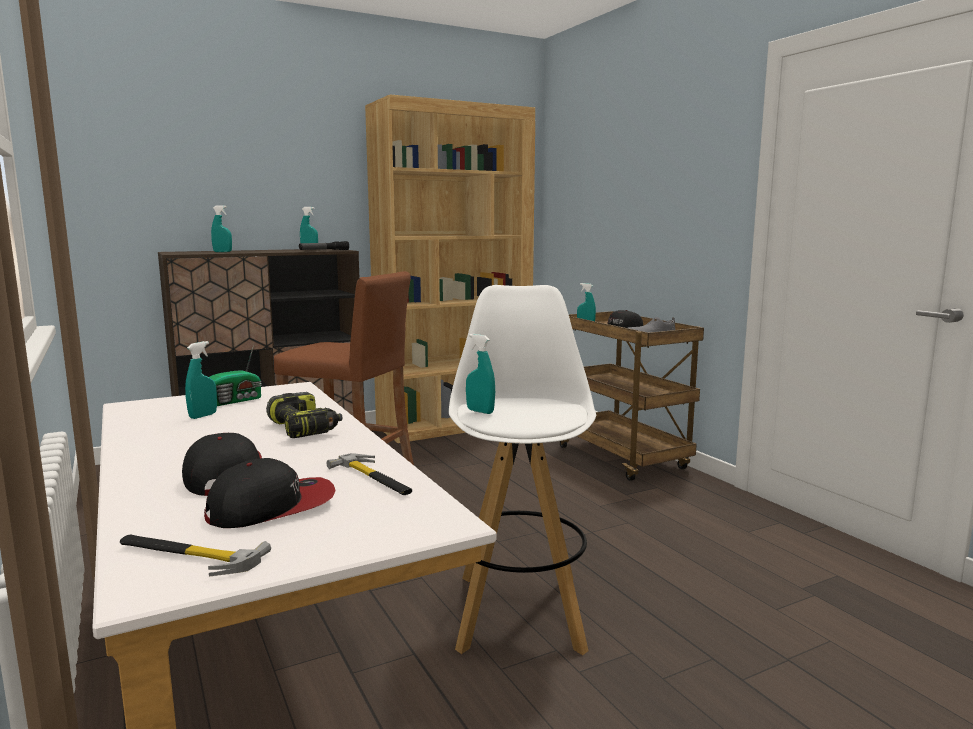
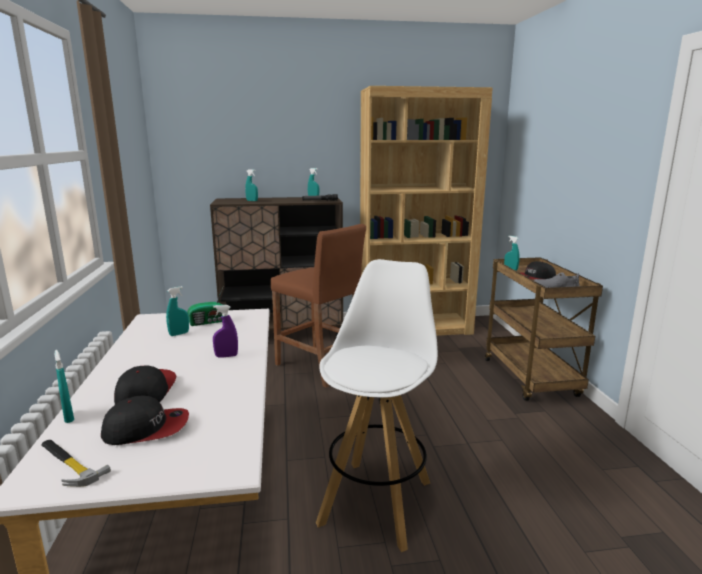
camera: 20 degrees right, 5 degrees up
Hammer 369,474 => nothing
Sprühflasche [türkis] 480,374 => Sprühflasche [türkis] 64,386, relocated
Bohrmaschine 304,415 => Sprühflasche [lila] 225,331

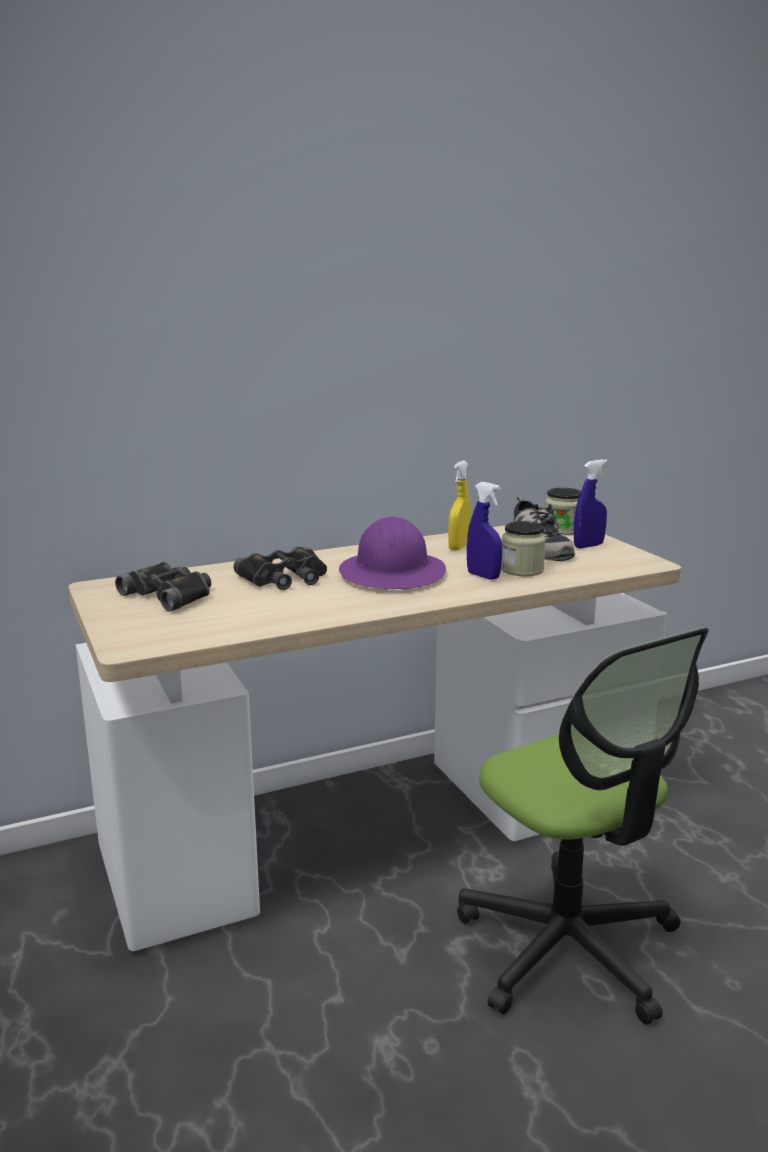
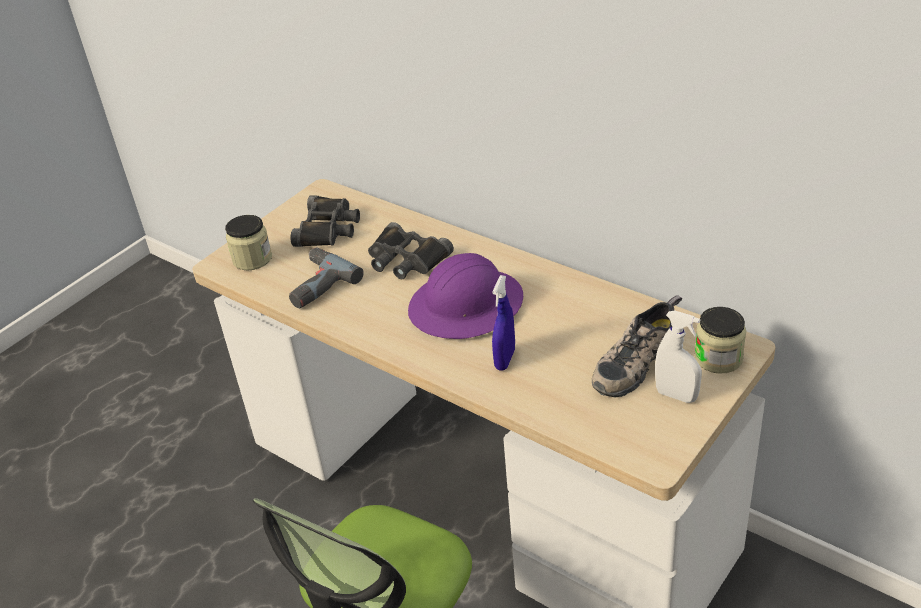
camera: 65 degrees right, 20 degrees up
Sprühflasche [gelb] 459,506 => nothing
nothing => Bohrmaschine 326,278
Vorratsglas 523,548 => Vorratsglas 248,243, relocated
Sprühflasche [blau] 590,504 => Sprühflasche [weiß] 678,356

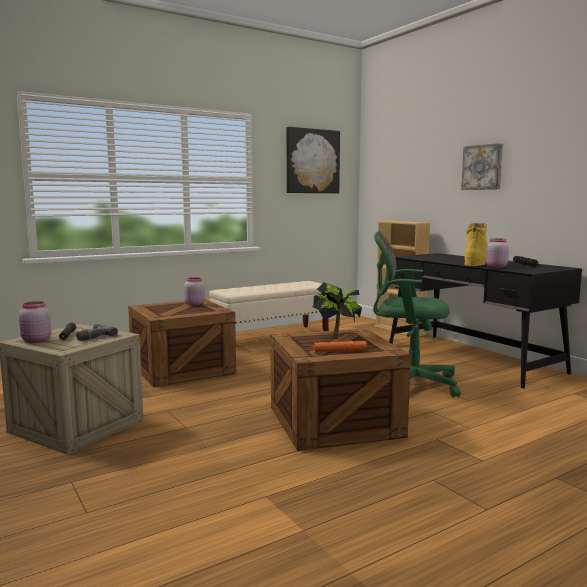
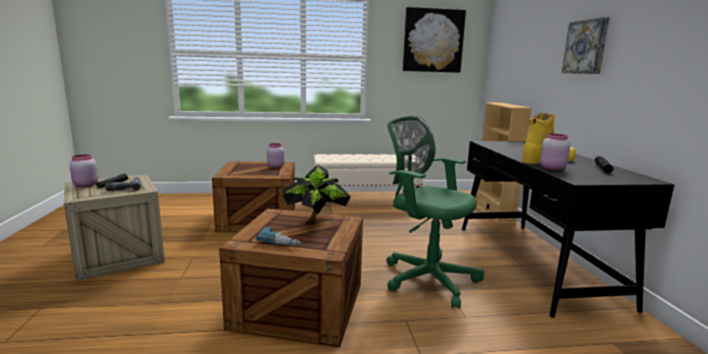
camera: 25 degrees right, 5 degrees up
Taschenlampe [orange] 339,346 => Bohrmaschine 279,236

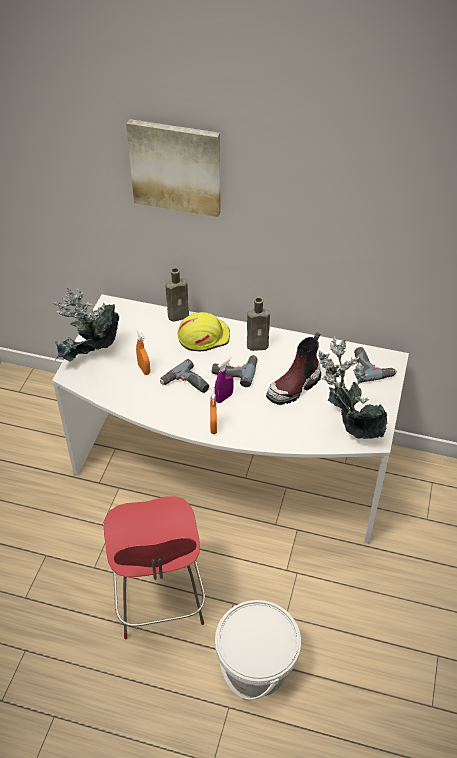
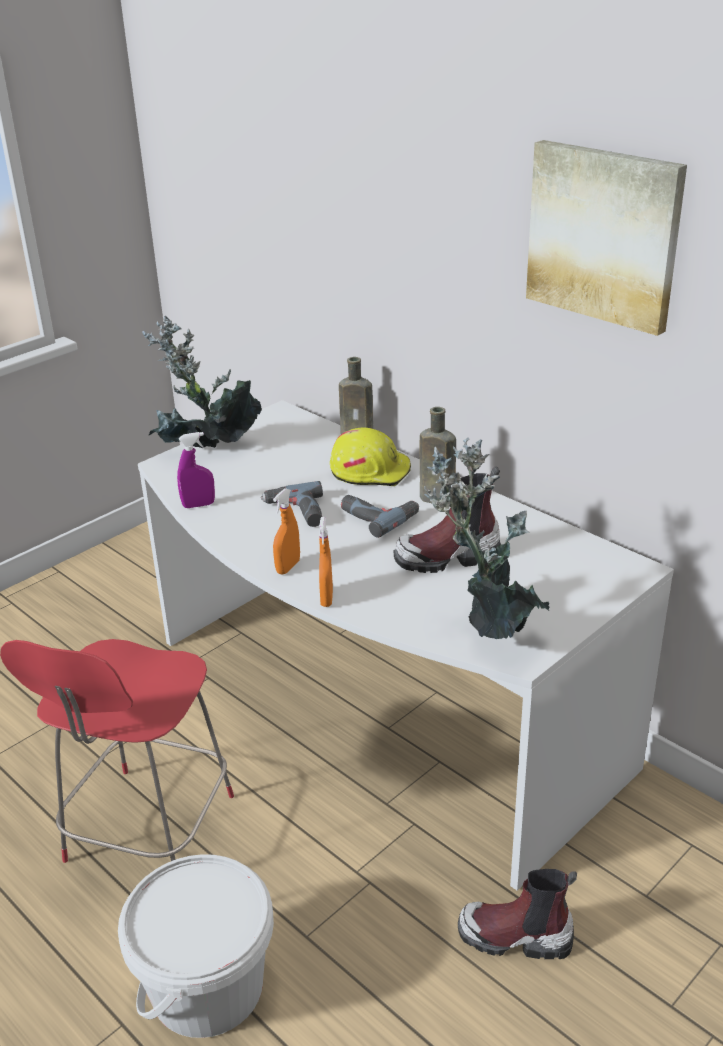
camera: 30 degrees right, 15 degrees down
Bohrmaschine 375,365 => nothing
nothing => Stiefel 517,914
Bild 173,168 => Bild 606,238, relocated
Sprühflasche [orange] 143,352 => Sprühflasche [orange] 326,562, relocated
Sprühflasche [lila] 224,380 => Sprühflasche [lila] 196,470, relocated

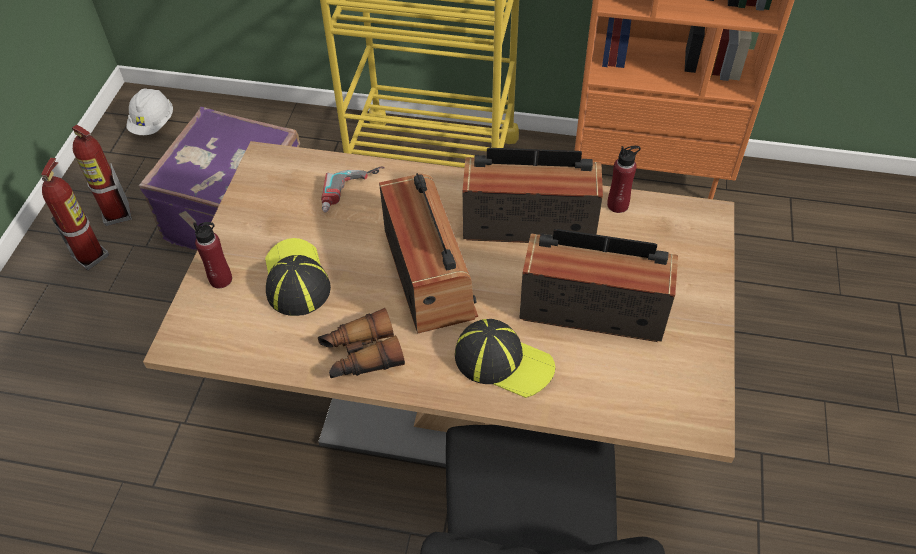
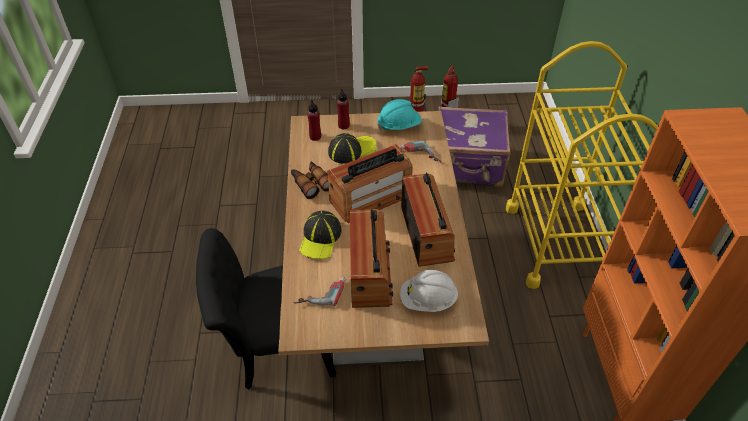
camera: 75 degrees right, 5 degrees down
nothing => Bohrmaschine 319,291
nothing => Schutzhelm [türkis] 399,114
Schutzhelm [weiß] 149,111 => Schutzhelm [weiß] 429,291, relocated
Flasche [rot] 624,179 => Flasche [rot] 314,120, relocated

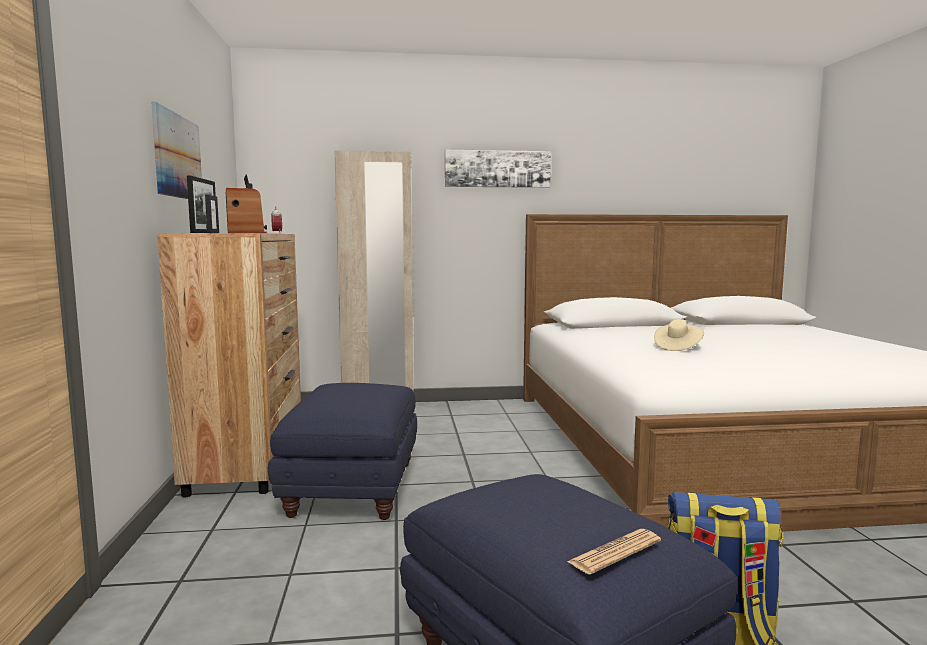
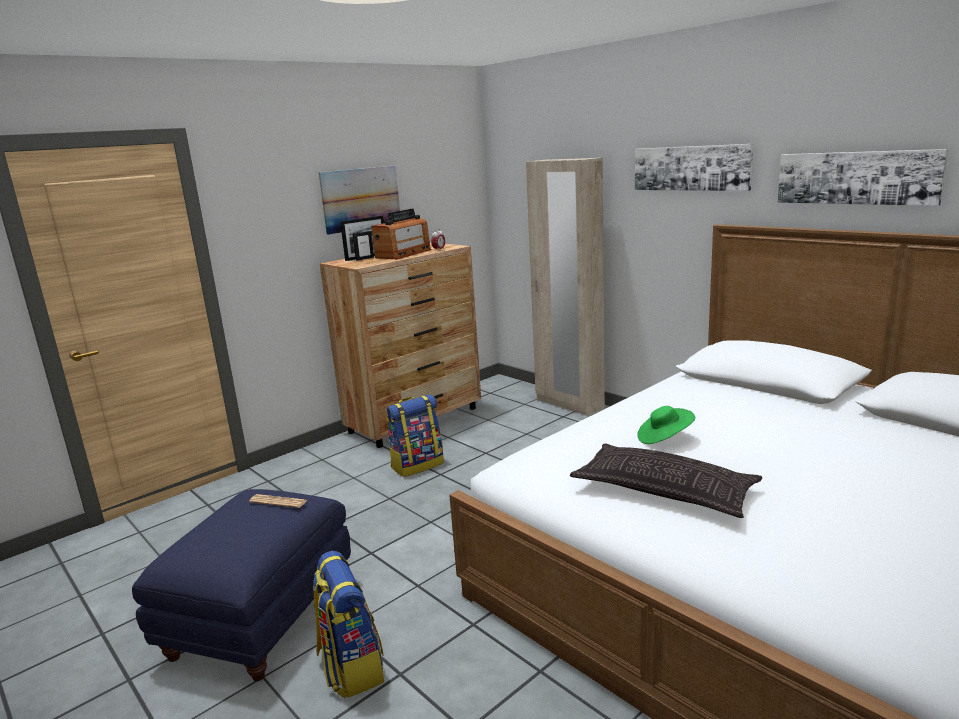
camera: 55 degrees right, 10 degrees up
nothing => Kissen 666,480
nothing => Bild 862,177
Zeitung 614,552 => Zeitung 278,501, relocated
Polsterhocker [blau] 342,451 => Rucksack 415,436
Hut [beige] 679,335 => Hut [grün] 666,425

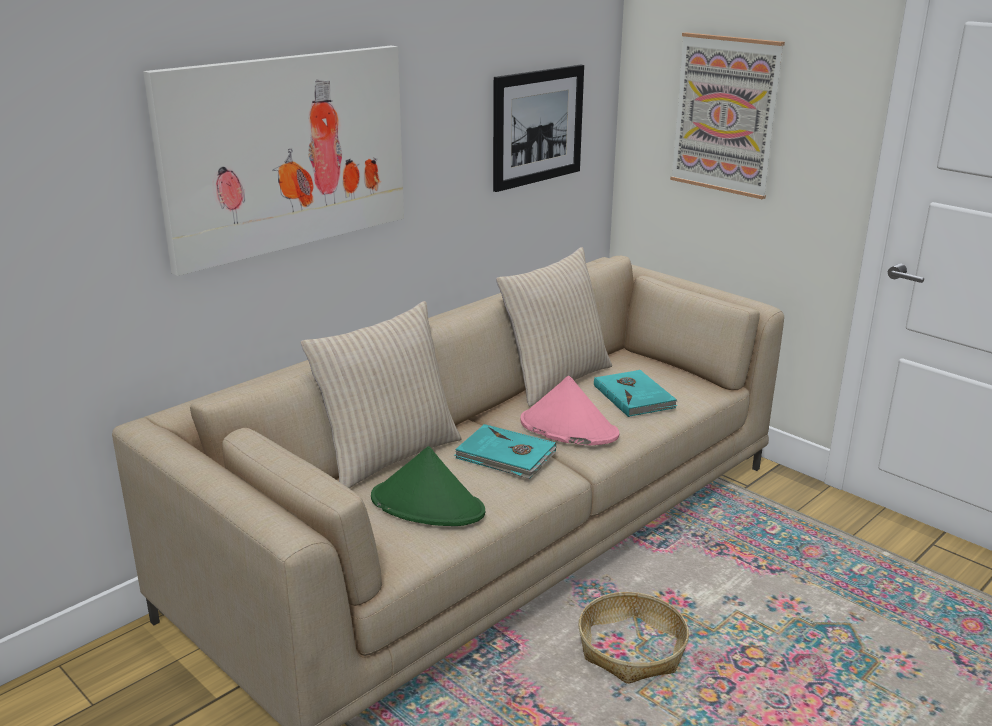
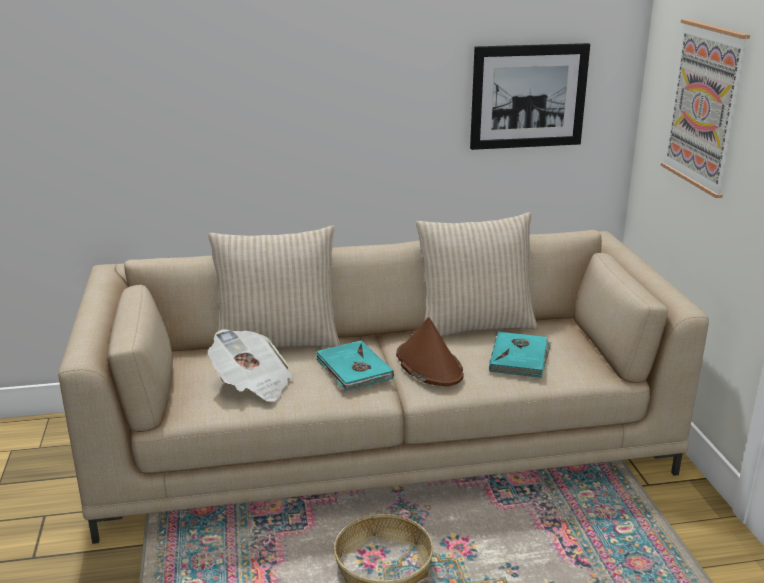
camera: 35 degrees right, 0 degrees up
Bild 273,161 => nothing
Hut [grün] 428,486 => Zeitung 251,365
Hut [rosa] 570,410 => Hut [braun] 430,351

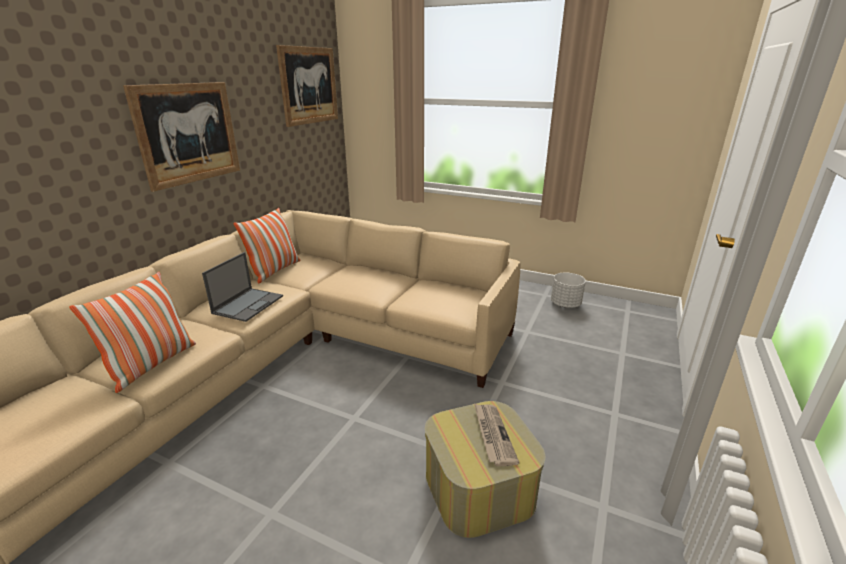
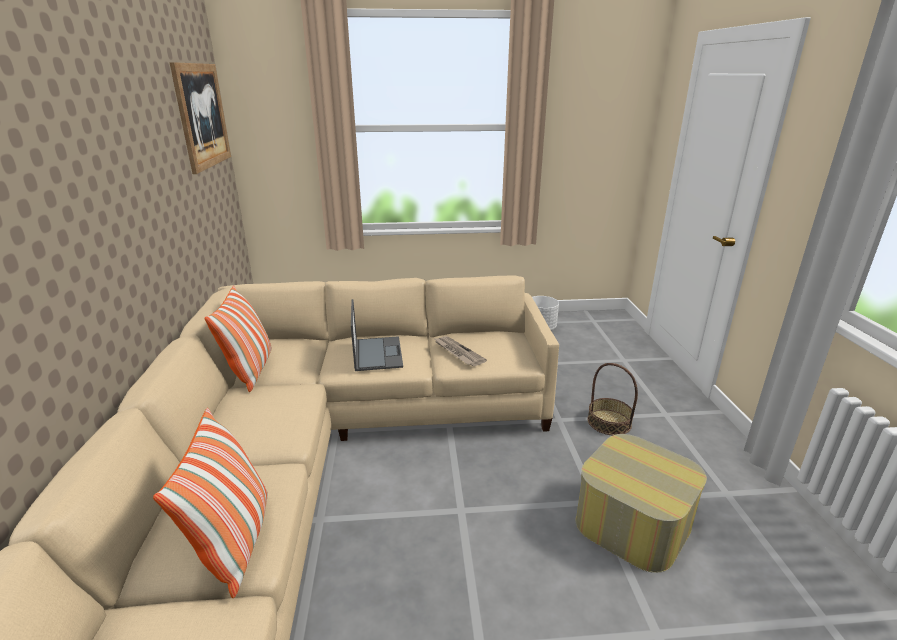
camera: 30 degrees left, 0 degrees up
Bild 181,137 => nothing
nothing => Korb 612,399
Laptop 242,287 => Laptop 377,335, relocated
Zeitung 497,435 => Zeitung 461,351, relocated

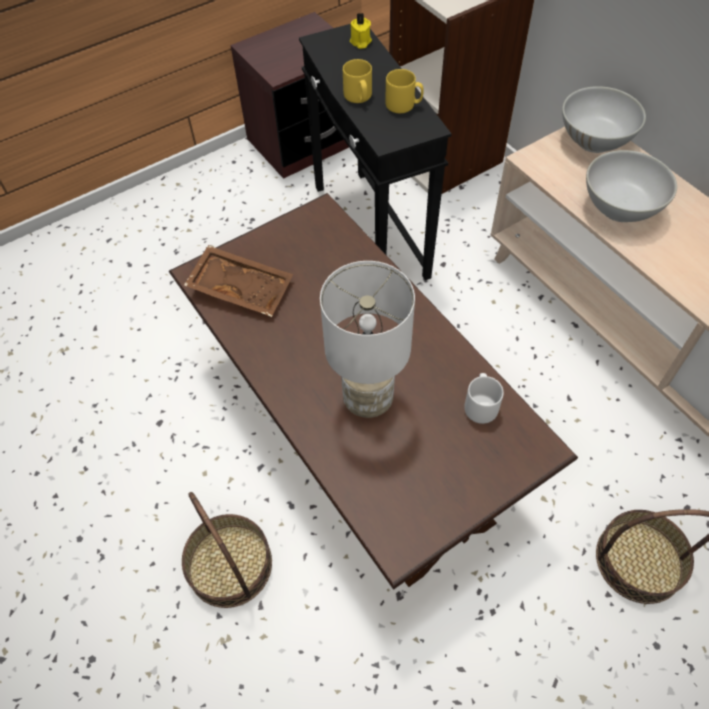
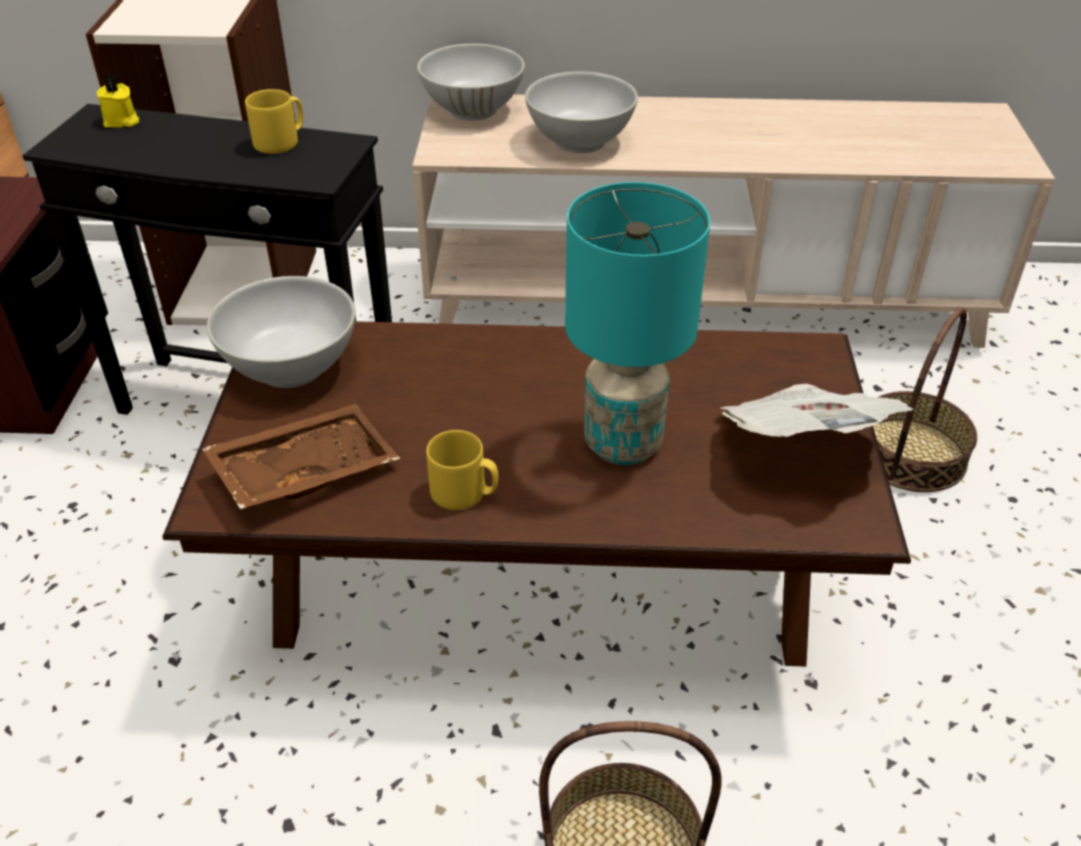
camera: 55 degrees left, 15 degrees down
Henkelbecher [weiß] 484,398 => nothing
nothing => Schüssel [weiß] 281,332
nothing => Zeitung 816,410
Henkelbecher [gelb] 357,81 => Henkelbecher [gelb] 462,470, relocated
Tischlampe [weiß] 367,339 => Tischlampe [türkis] 637,323

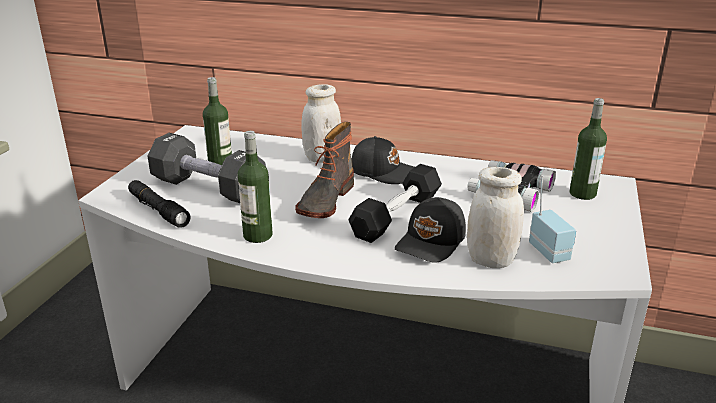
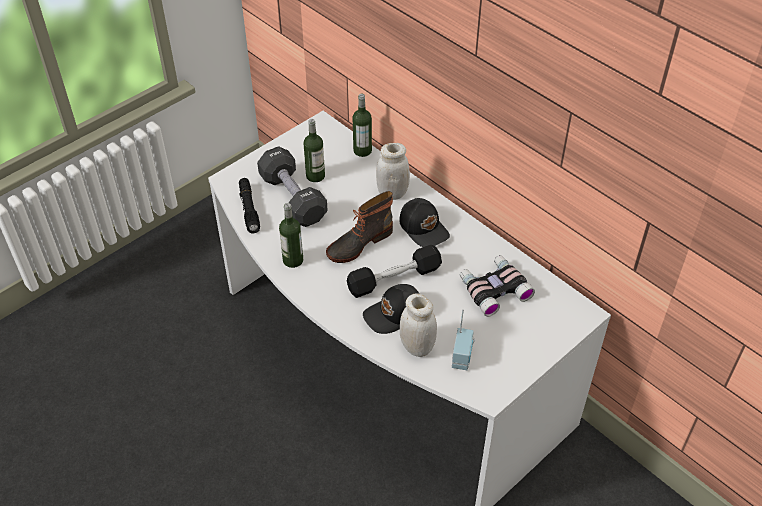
camera: 30 degrees right, 20 degrees up
Flasche 588,149 => Flasche 362,125, relocated

